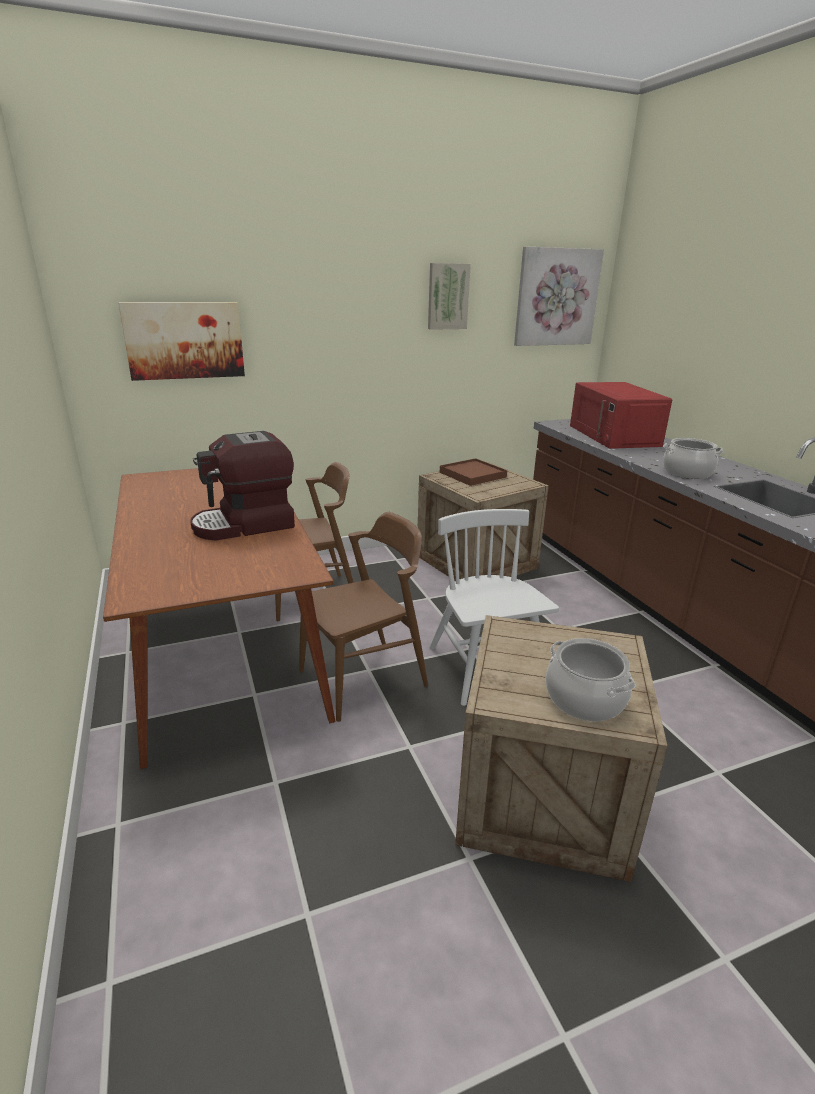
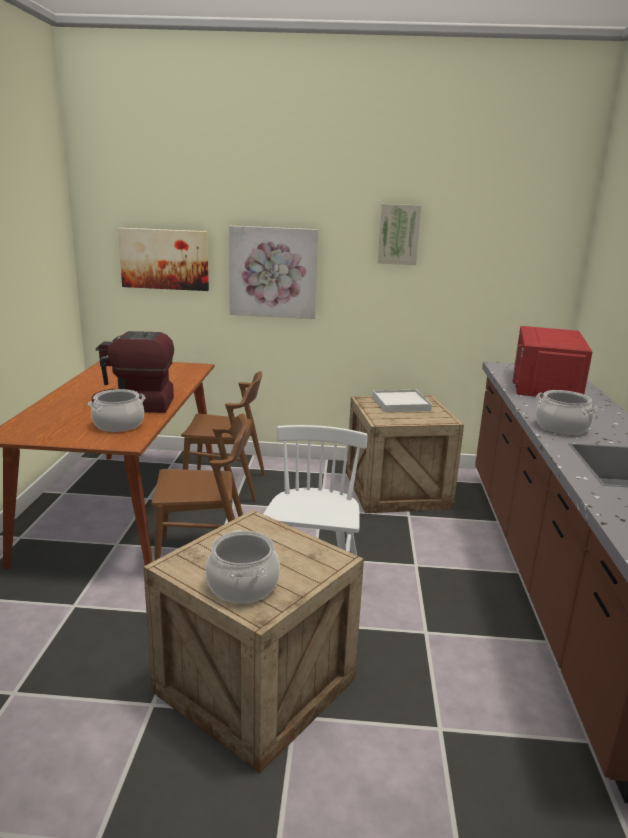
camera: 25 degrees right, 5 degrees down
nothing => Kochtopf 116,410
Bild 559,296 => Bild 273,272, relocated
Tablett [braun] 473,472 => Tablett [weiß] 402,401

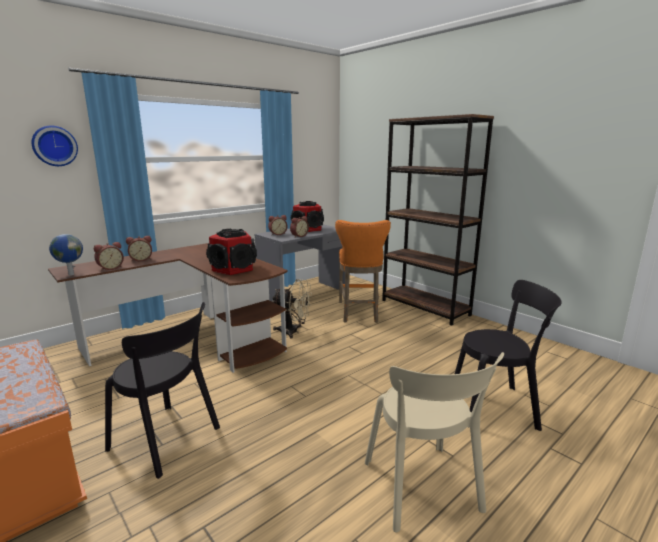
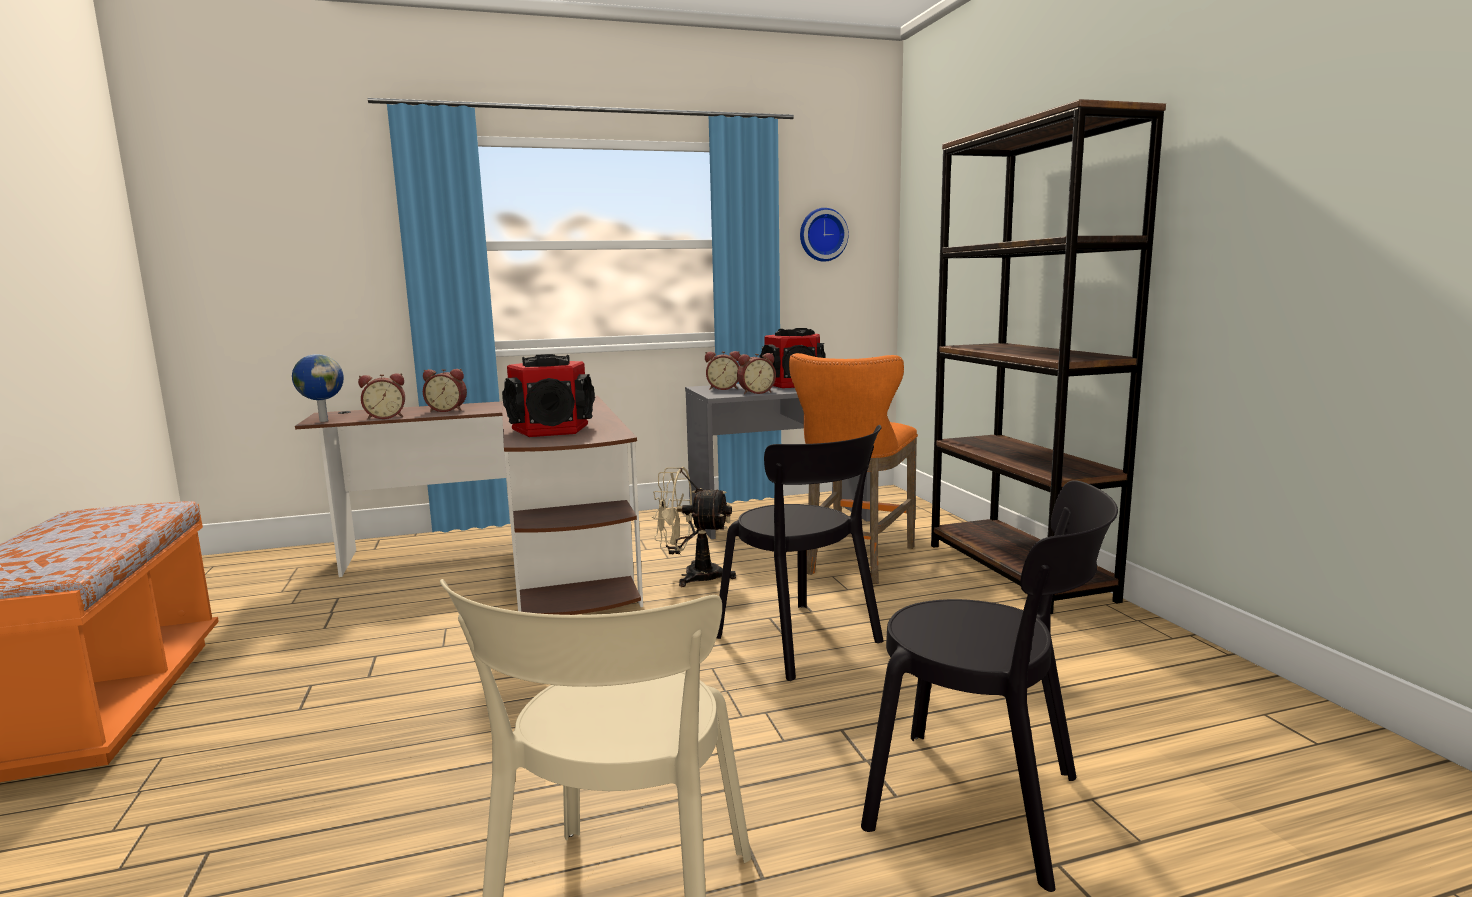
camera: 25 degrees right, 5 degrees down
Wanduhr 54,146 => Wanduhr 824,235, relocated
Stuhl [schwarz] 162,390 => Stuhl [schwarz] 800,553, relocated
Ventilator [beige] 292,308 => Ventilator [beige] 694,527, 150 degrees clockwise

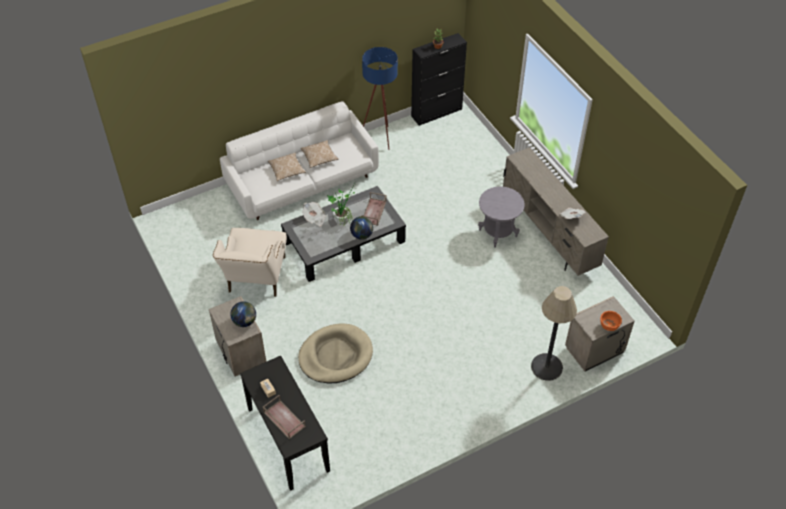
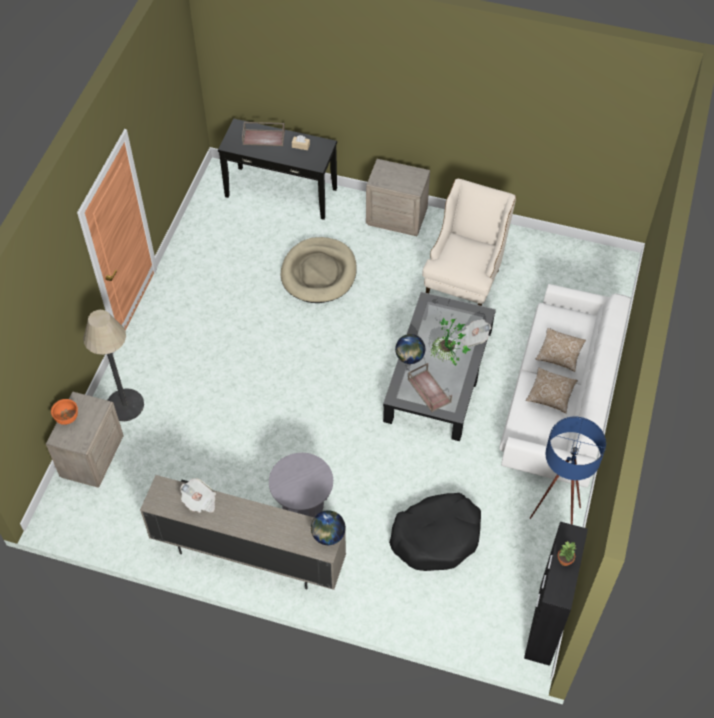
camera: 135 degrees right, 5 degrees up
nothing => Hundebett [schwarz] 435,532
Globus 243,314 => Globus 328,527, relocated
Sessel [beige] 250,262 => Sessel [beige] 469,242, 60 degrees clockwise

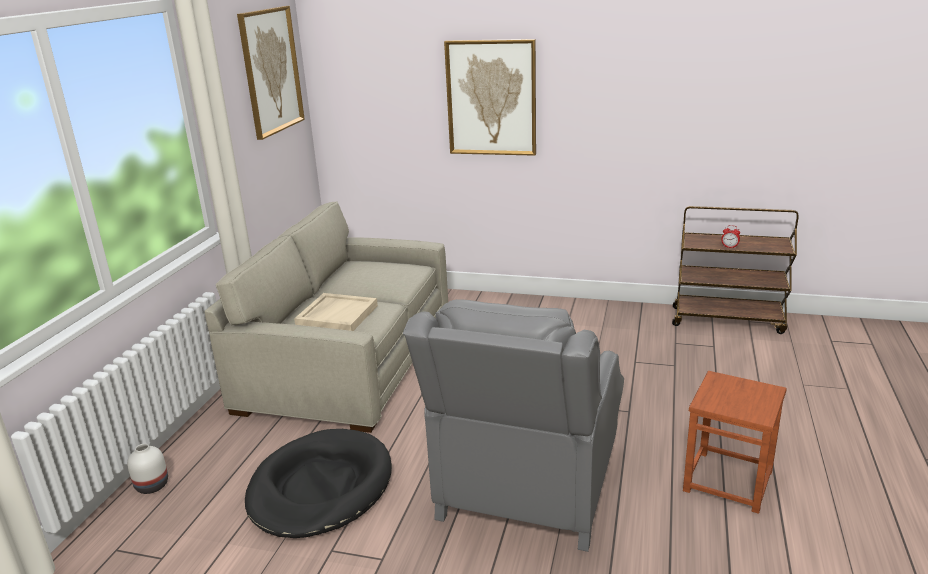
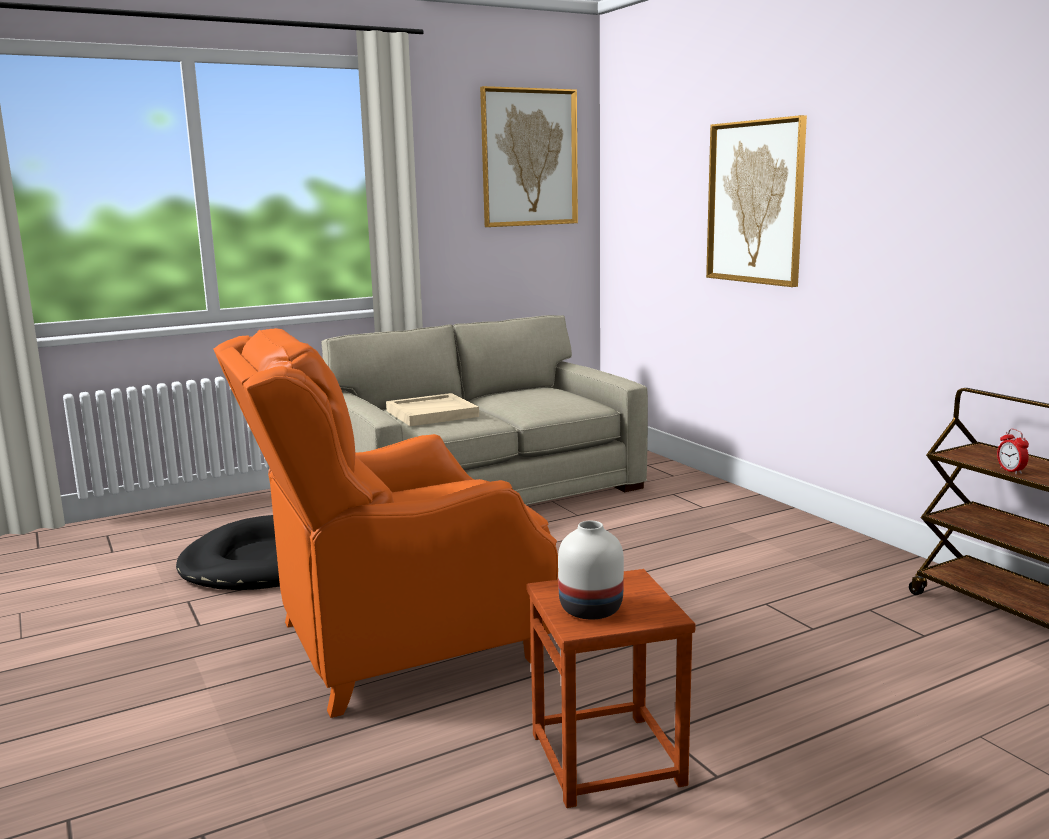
camera: 45 degrees right, 10 degrees down
Vase [weiß] 147,469 => Vase [weiß] 591,570, relocated
Sessel [grau] 513,425 => Sessel [orange] 385,523

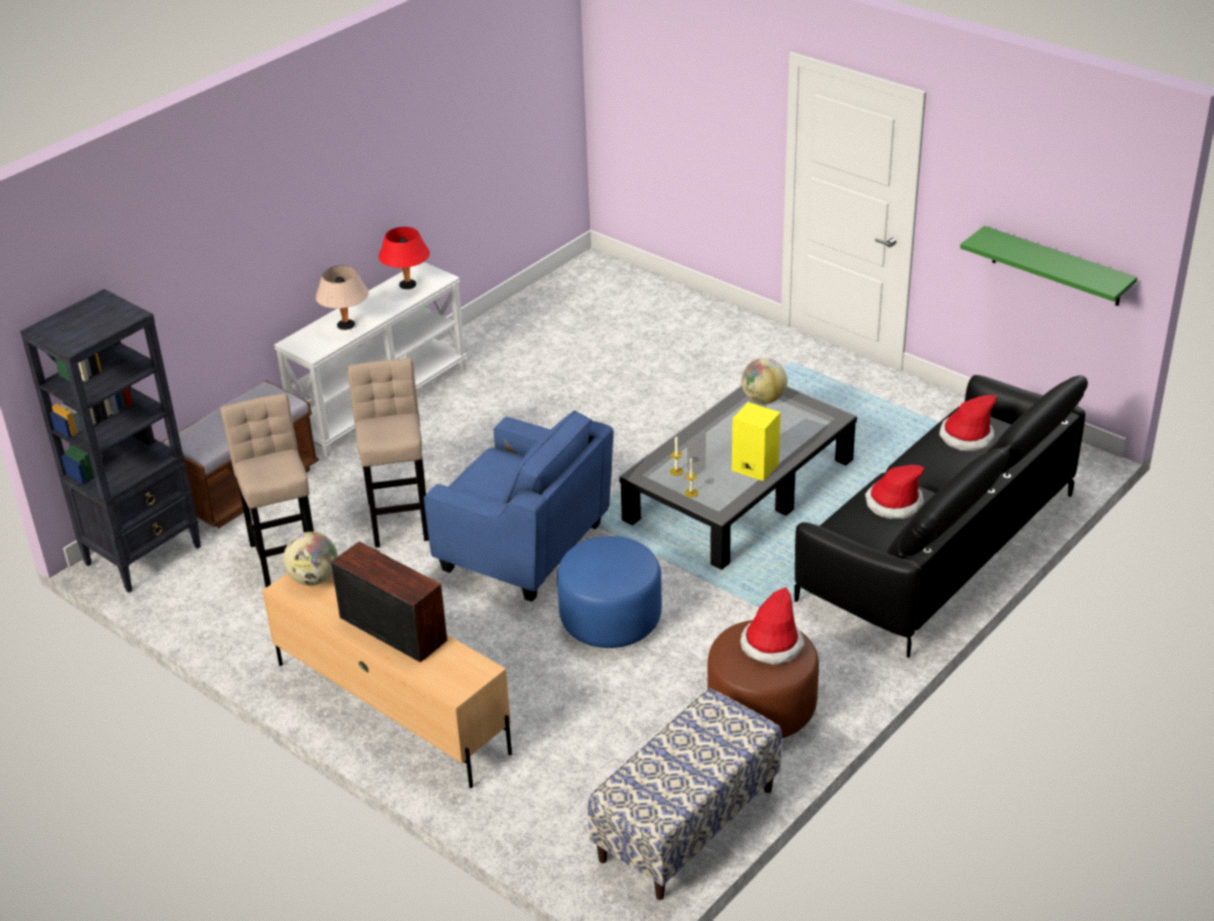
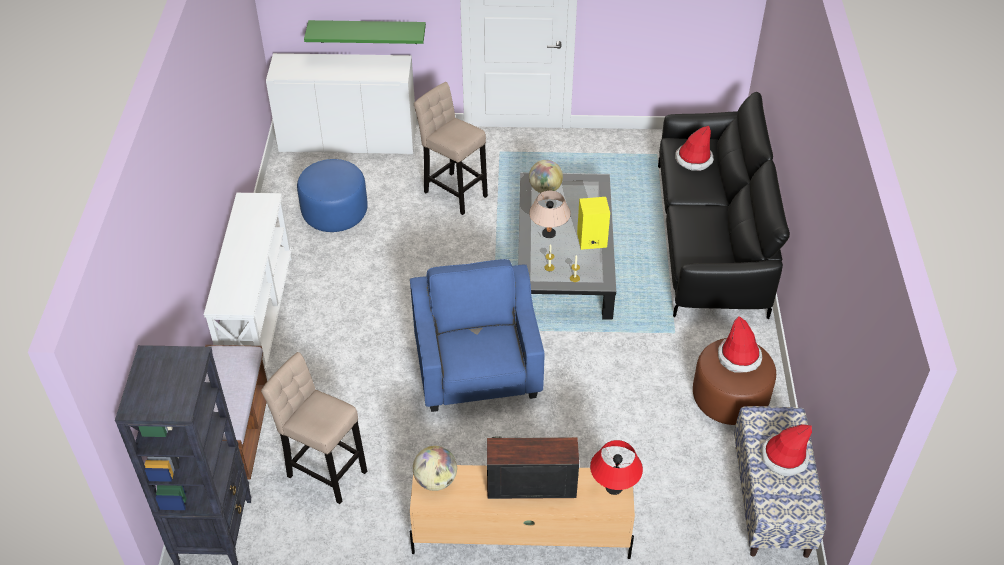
camera: 40 degrees left, 10 degrees up
nothing => Schrank [weiß] 341,103
Tischlampe [beige] 342,298 => Tischlampe [beige] 550,214, relocated
Hocker [beige] 388,453 => Hocker [beige] 451,148, relocated
Tischlampe [rot] 404,258 => Tischlampe [rot] 616,467, relocated
Polsterhocker [blau] 609,592 => Polsterhocker [blau] 332,195, relocated
Hut 894,492 => Hut 786,450, relocated
Wandregal [grün] 1048,266 => Wandregal [grün] 365,32, relocated
Sessel [blau] 518,506 => Sessel [blau] 477,335, 90 degrees counterclockwise

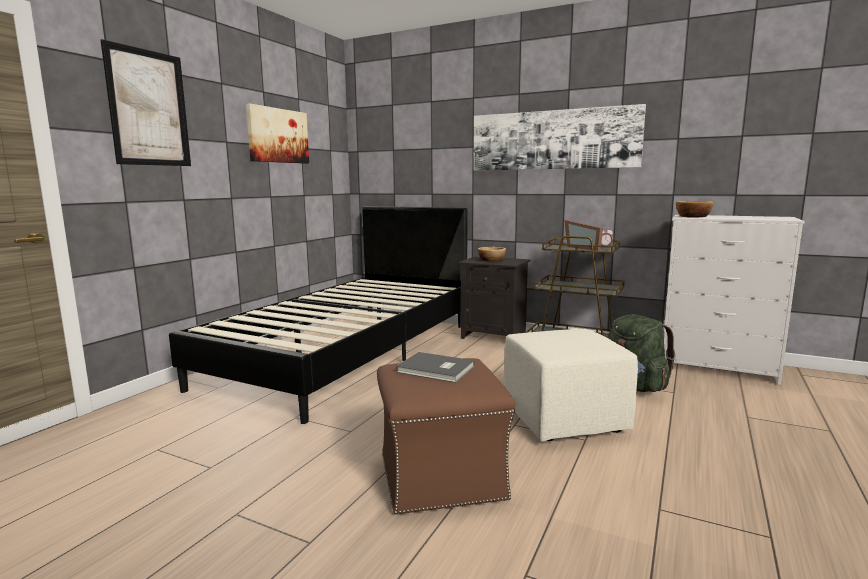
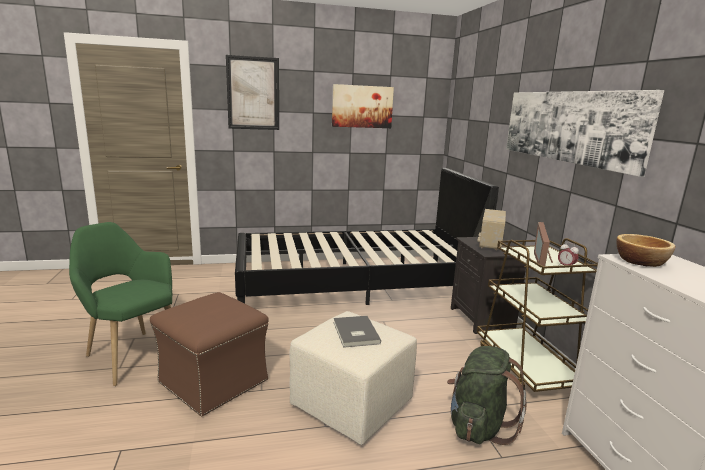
camera: 50 degrees right, 5 degrees up
nothing => Sessel [grün] 120,304
Buch [grau] 435,367 => Buch [grau] 357,332, relocated
Schüssel 492,254 => Radio 491,229

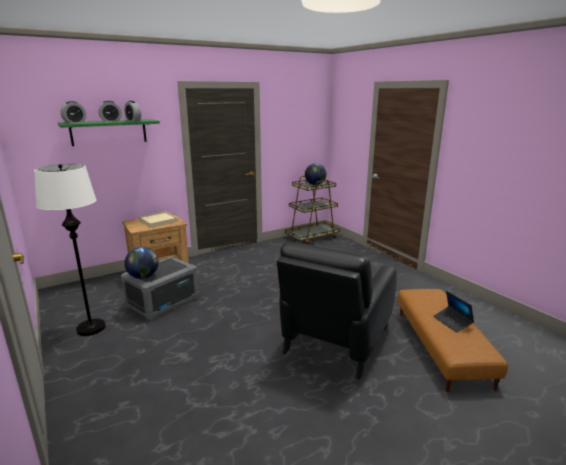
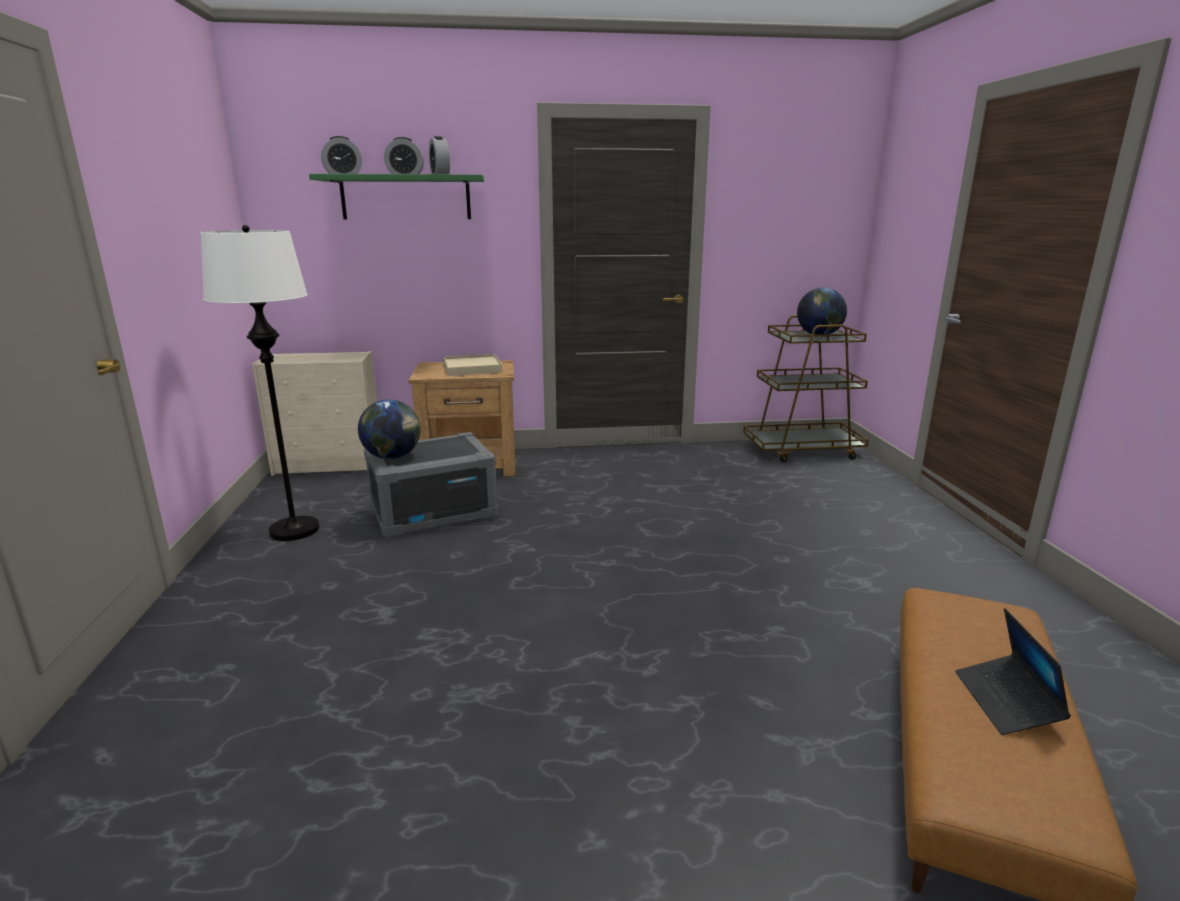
camera: 25 degrees right, 0 degrees up
Sessel [schwarz] 337,311 => nothing
nothing => Kommode [beige] 314,413

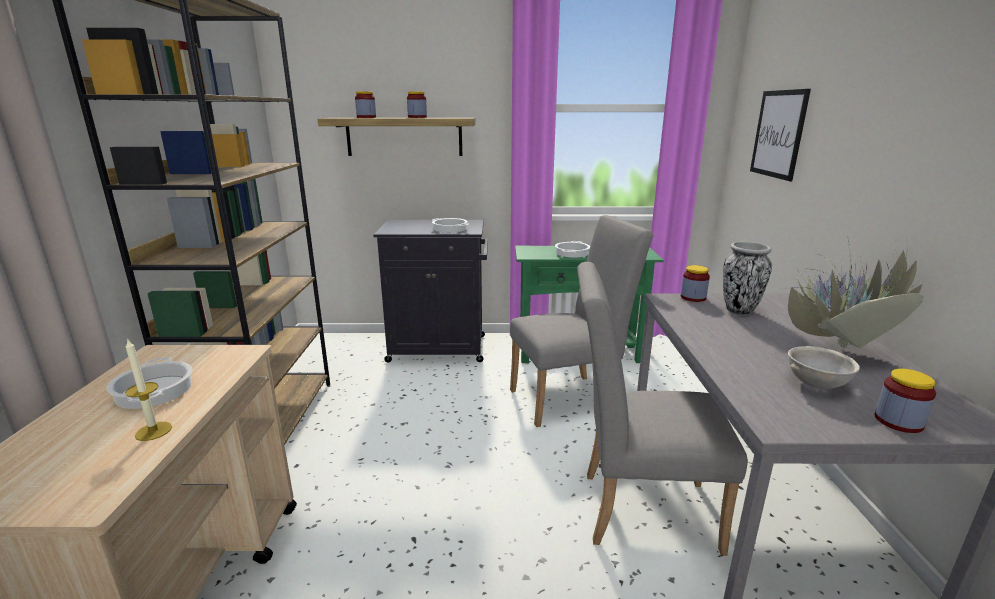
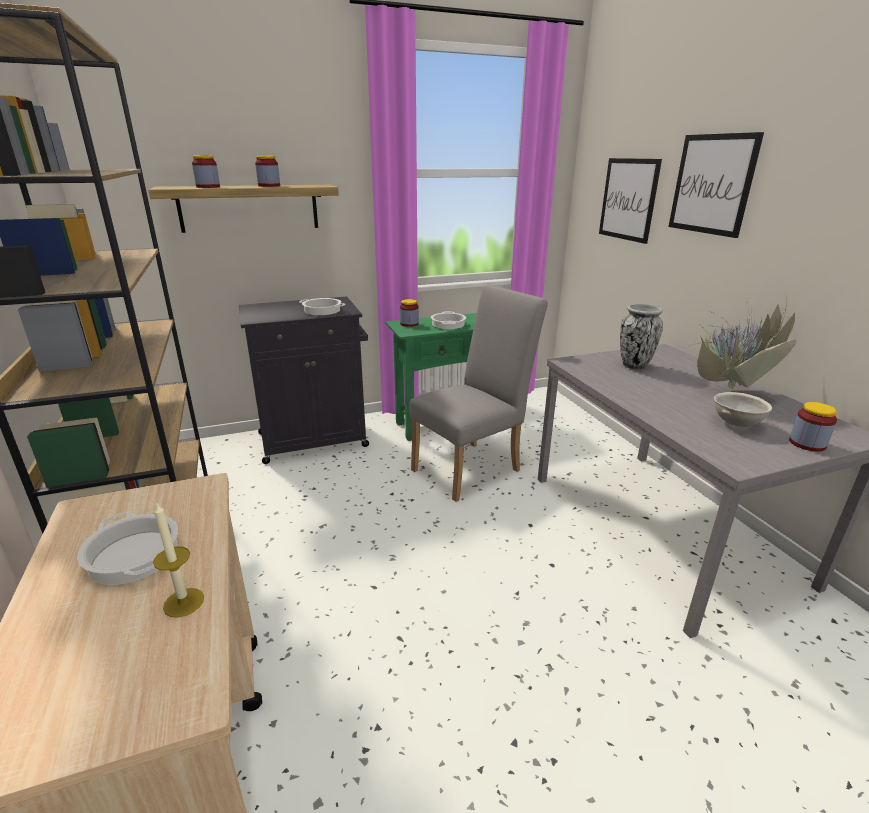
camera: 20 degrees left, 5 degrees up
Stuhl [grau] 662,408 => nothing
nothing => Bild 716,185
Vorratsglas 695,283 => Vorratsglas 409,313, relocated

